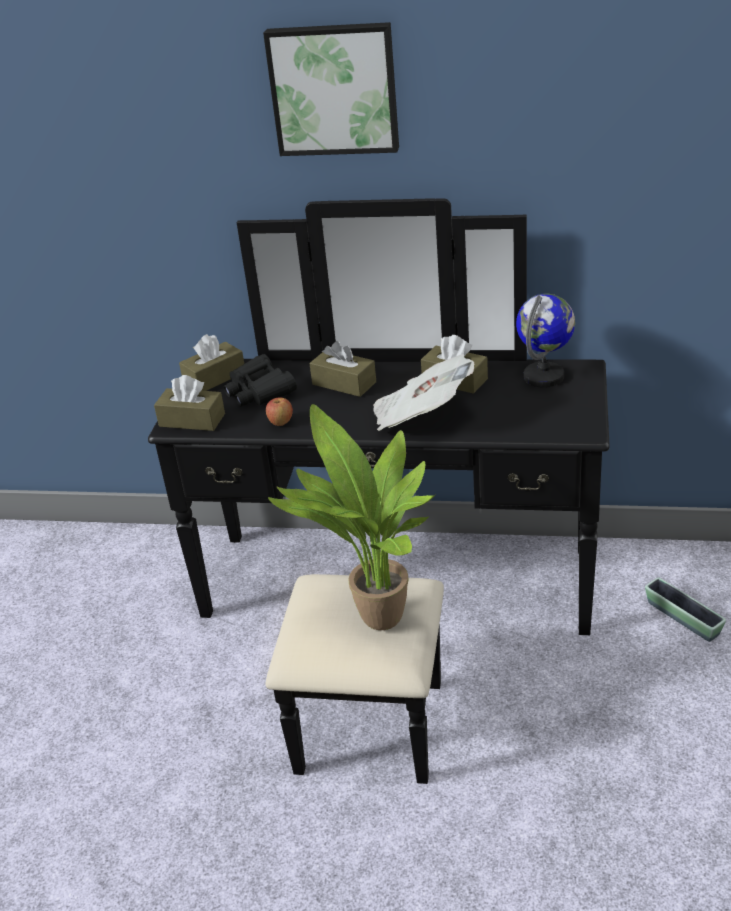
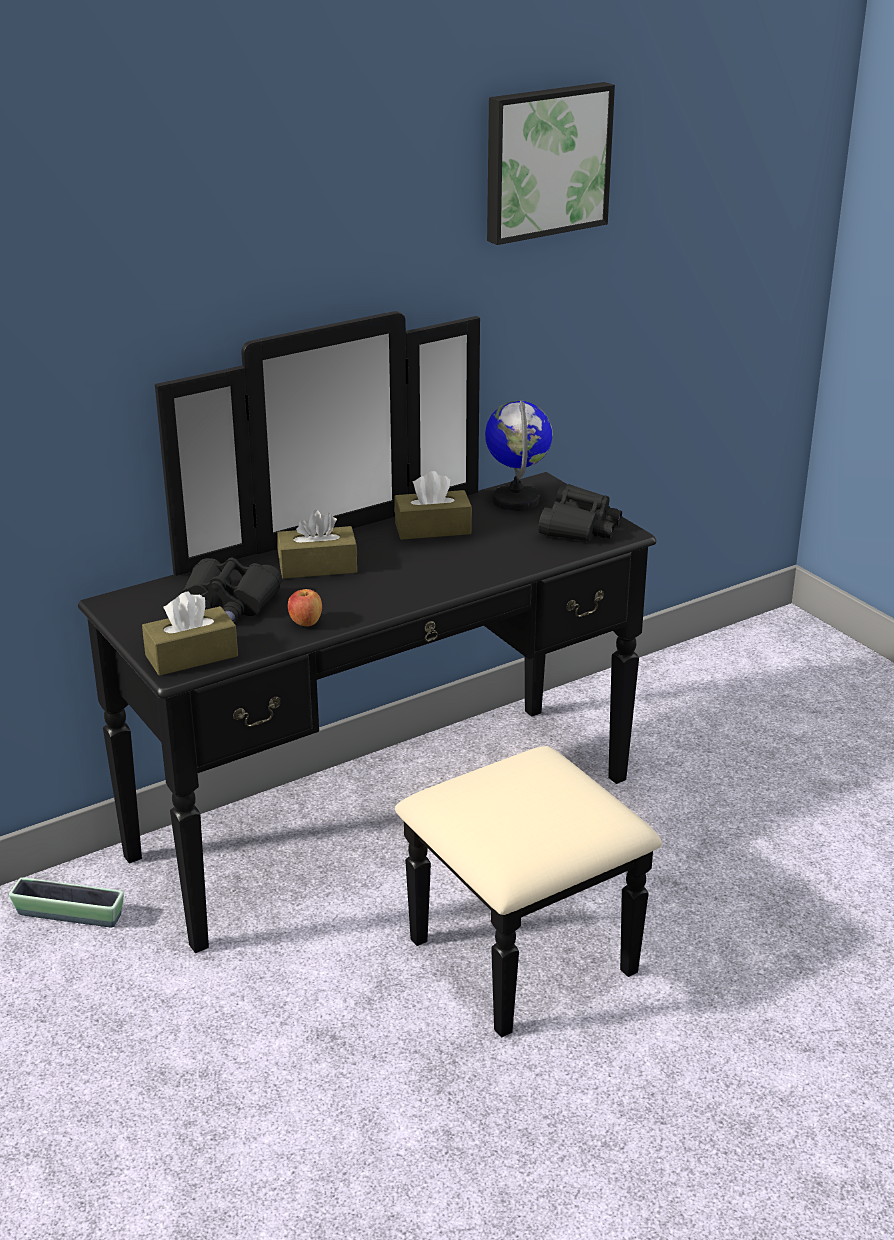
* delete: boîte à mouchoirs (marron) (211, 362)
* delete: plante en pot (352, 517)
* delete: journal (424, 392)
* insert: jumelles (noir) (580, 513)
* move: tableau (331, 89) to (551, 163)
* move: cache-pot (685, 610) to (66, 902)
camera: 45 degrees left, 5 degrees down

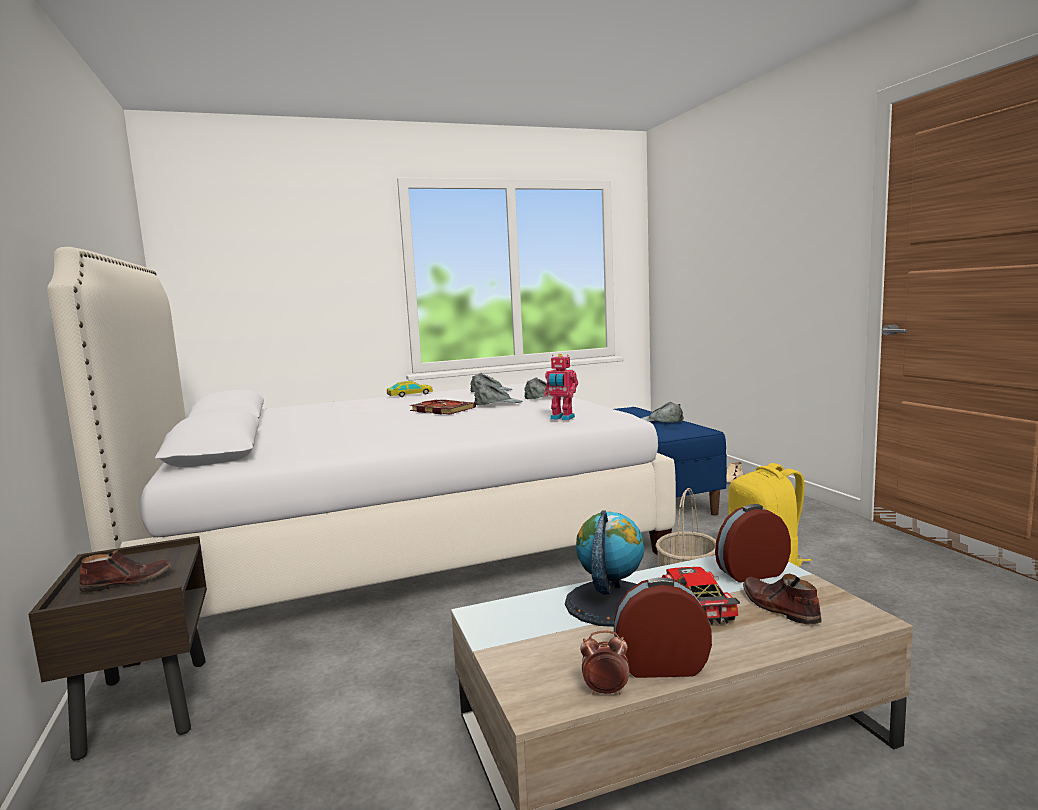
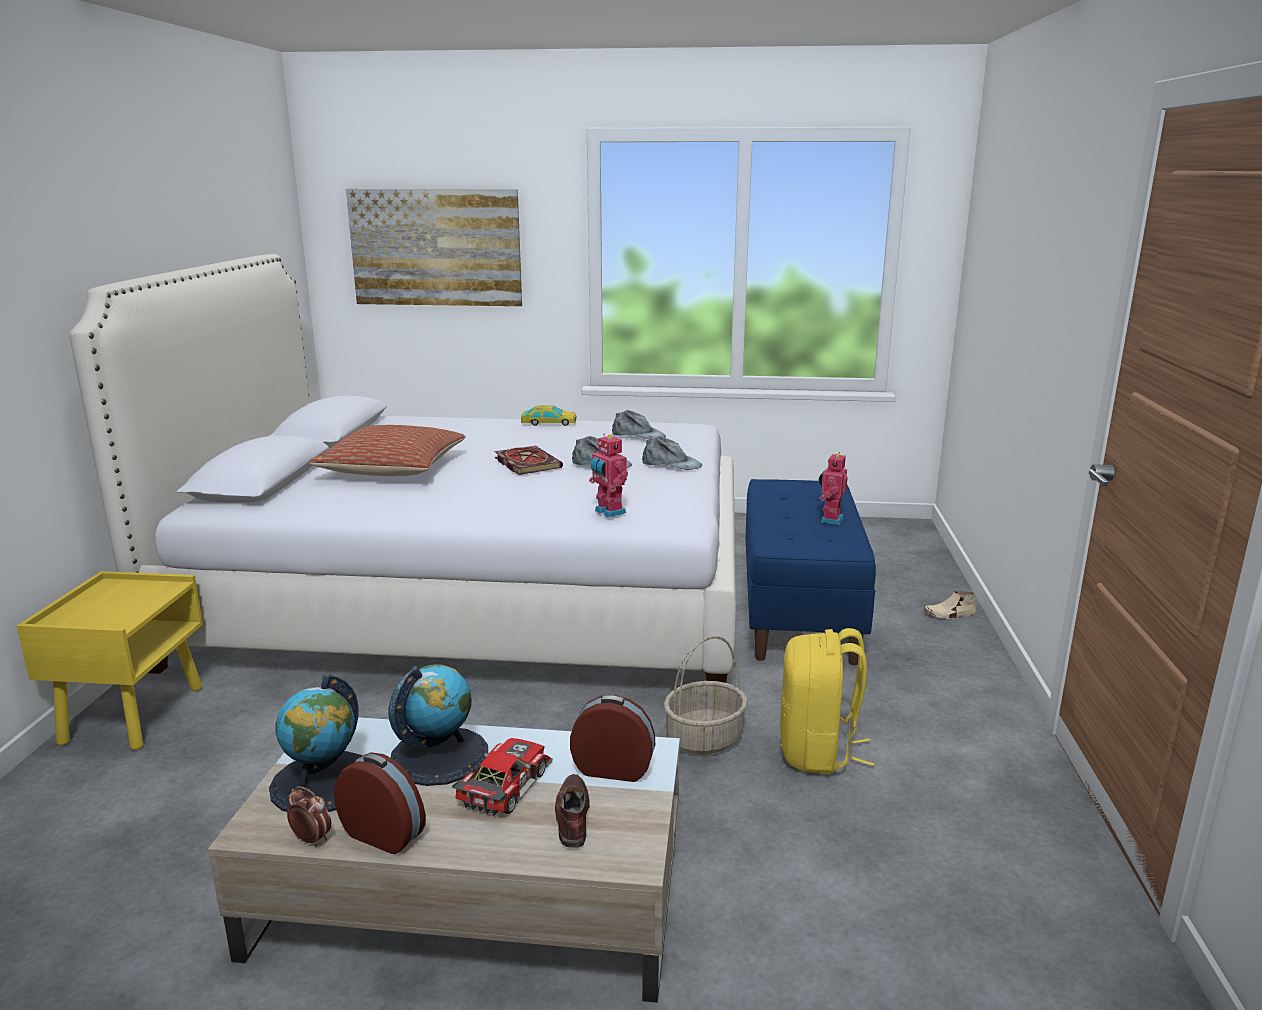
* delete: chaussure (marron) (126, 571)
* insert: globe (315, 743)
* insert: coussin (387, 450)
* insert: tableau (434, 247)
* replace: casquette (gris) (662, 412) to robot jouet (833, 488)
* recolor: table de chevet (marron) (117, 648) to table de chevet (jaune) (109, 660)
camera: 25 degrees right, 10 degrees up

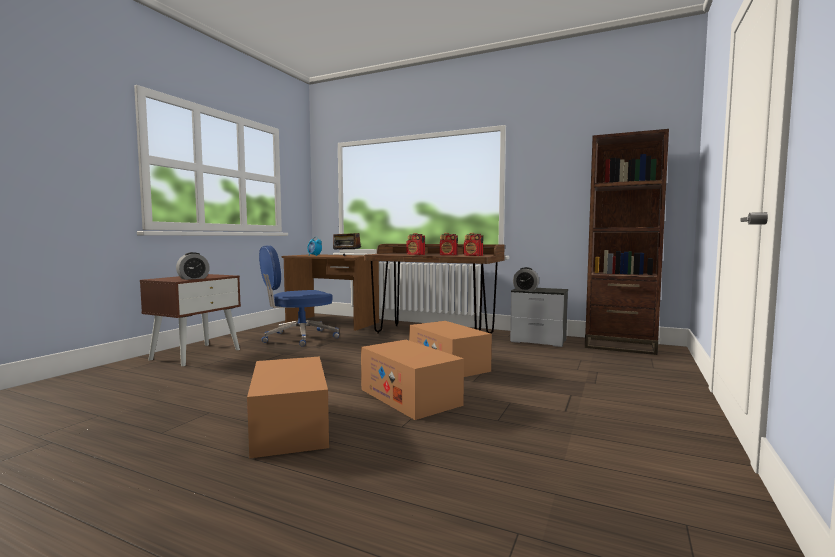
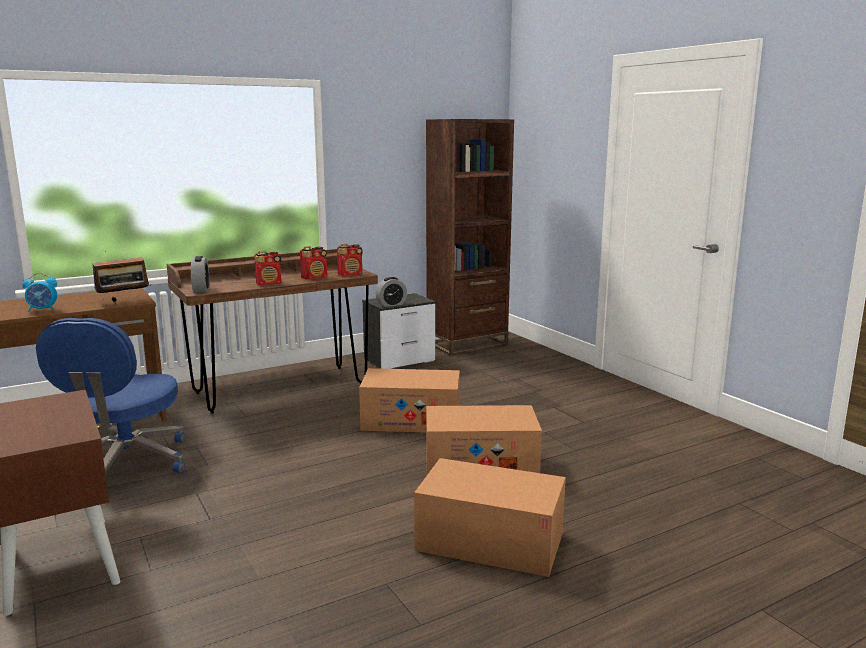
* move: réveil (193, 266) to (200, 274)
camera: 55 degrees left, 10 degrees up

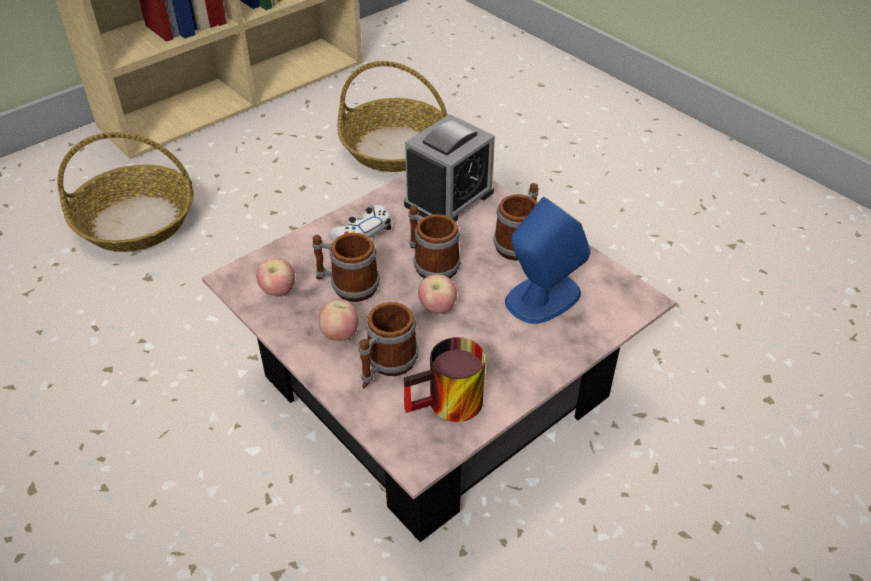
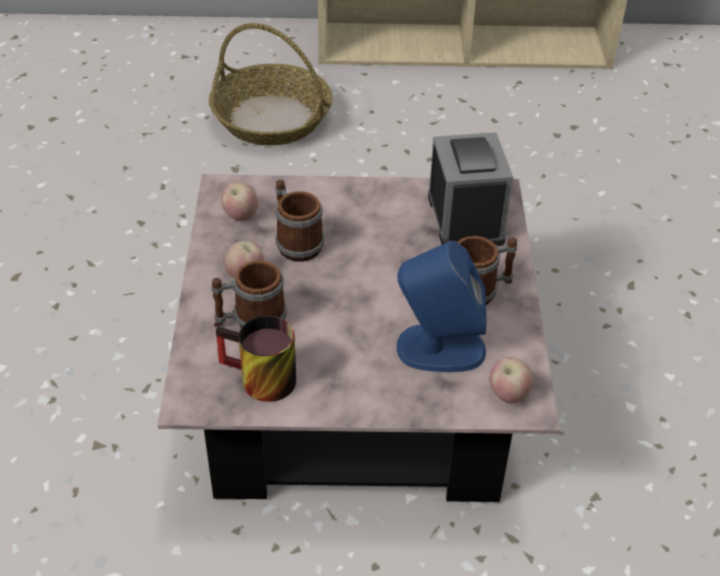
* delete: manette (blanc) (359, 223)
* delete: panier (392, 116)
* delete: mug (435, 242)
* move: pomme (437, 294) to (511, 380)
* rotate: réveil (449, 168) = (470, 189) 90 degrees counterclockwise
camera: 40 degrees right, 0 degrees up

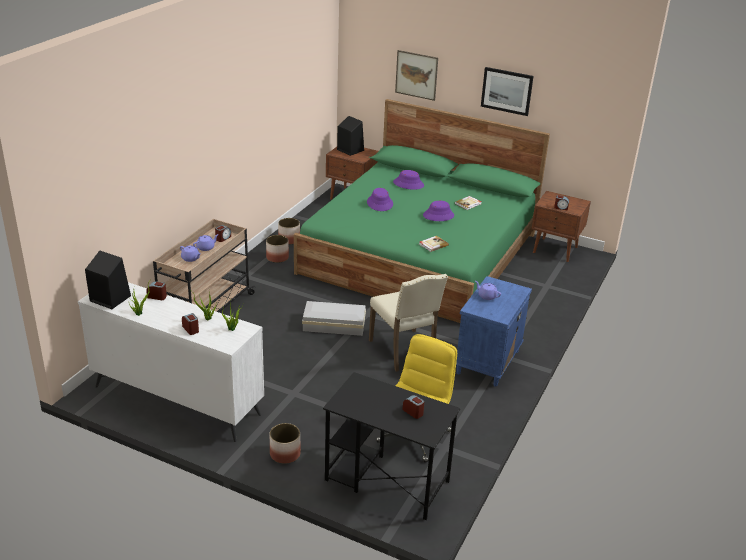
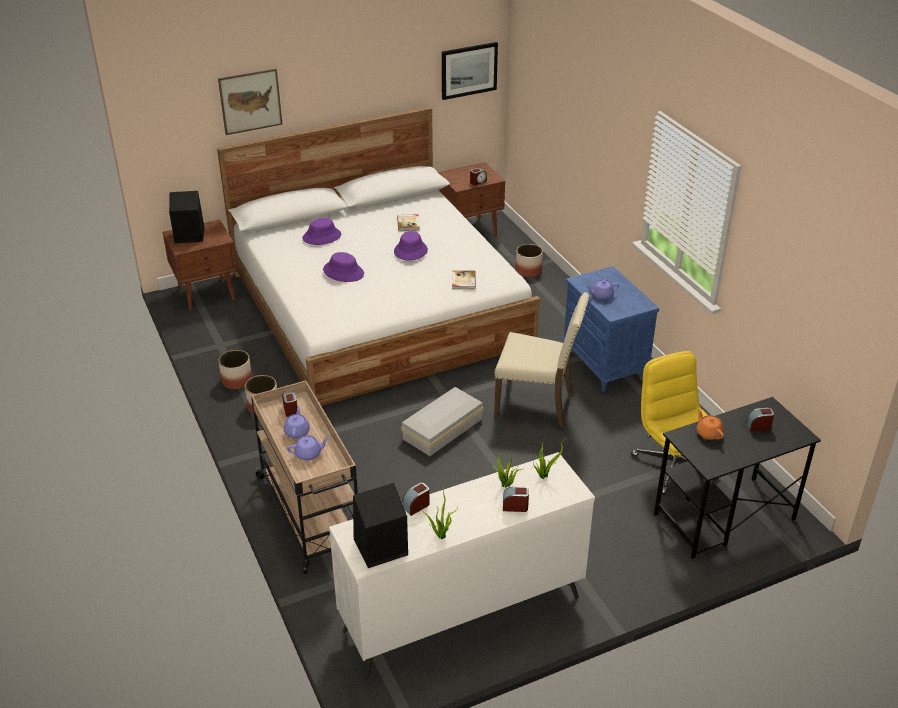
* insert: théière (orange) (710, 424)
* move: cache-pot (285, 443) to (529, 260)
* move: tableau (507, 91) to (470, 71)
* recolor: lit (vert) (422, 211) to lit (blanc) (378, 256)
camera: 50 degrees left, 5 degrees up

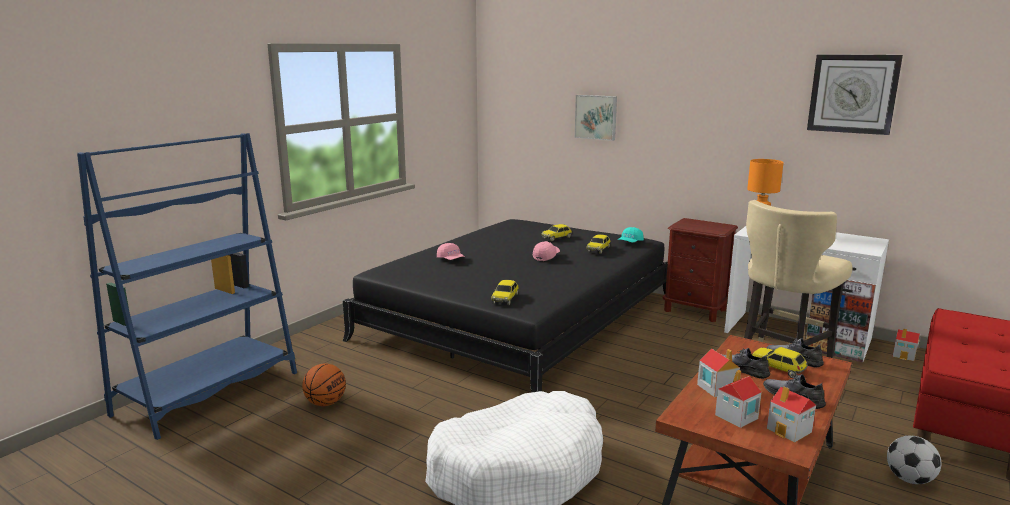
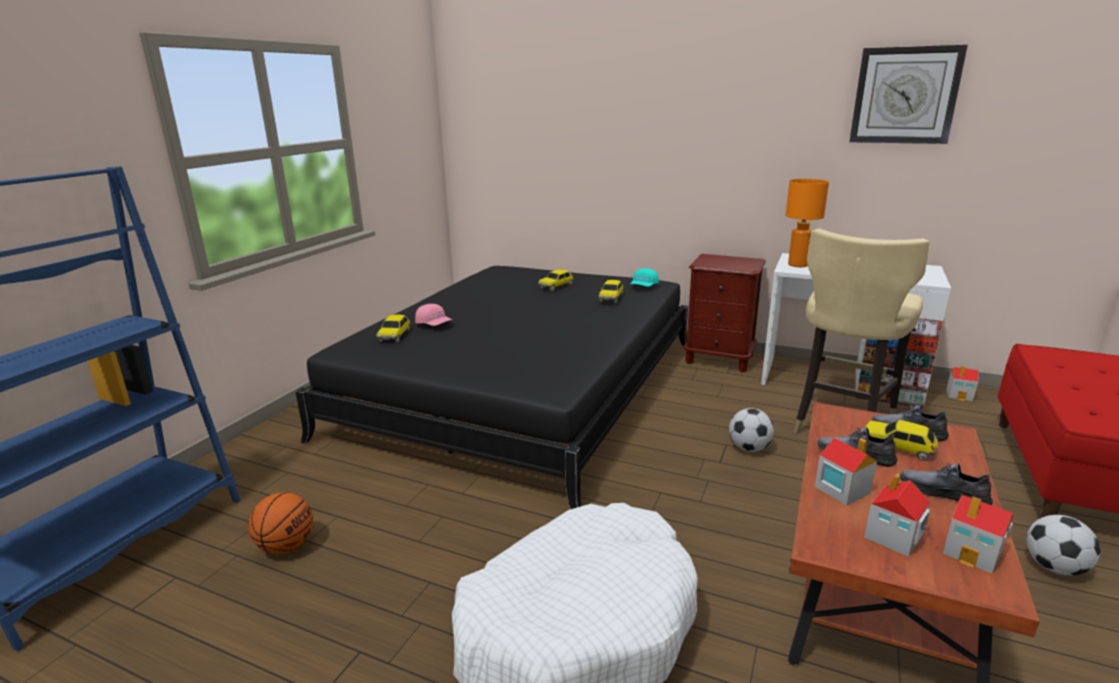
* delete: casquette (rose) (546, 251)
* delete: tableau (596, 118)
* insert: ballon de foot (751, 430)
* move: petite voiture (505, 292) to (393, 328)
camera: 10 degrees left, 5 degrees up

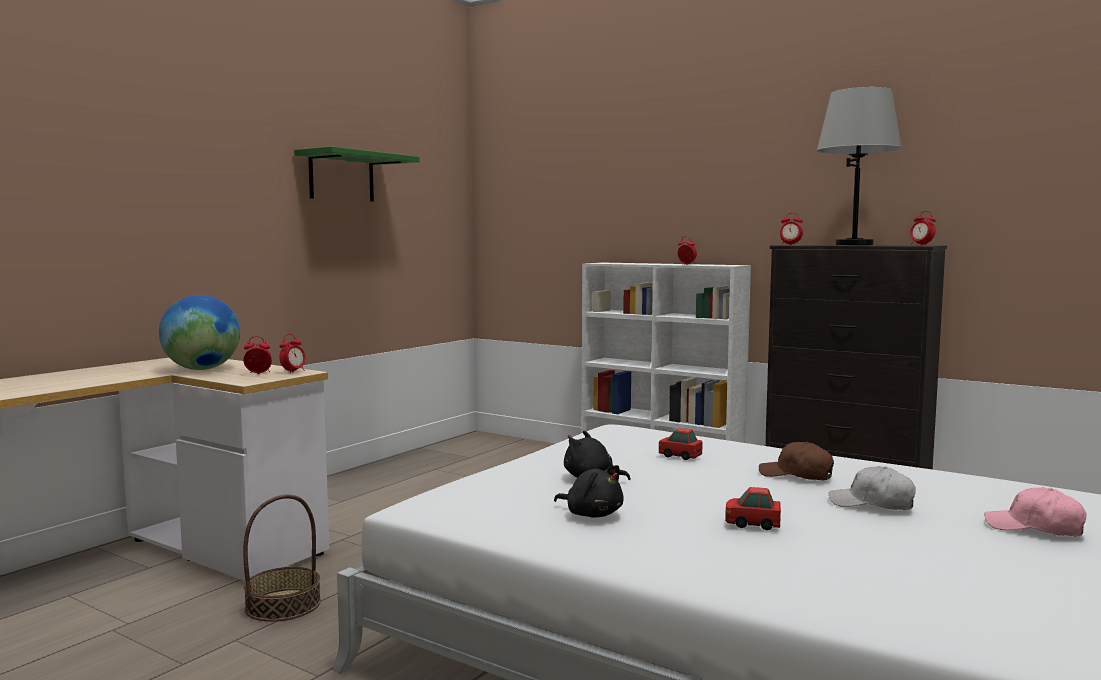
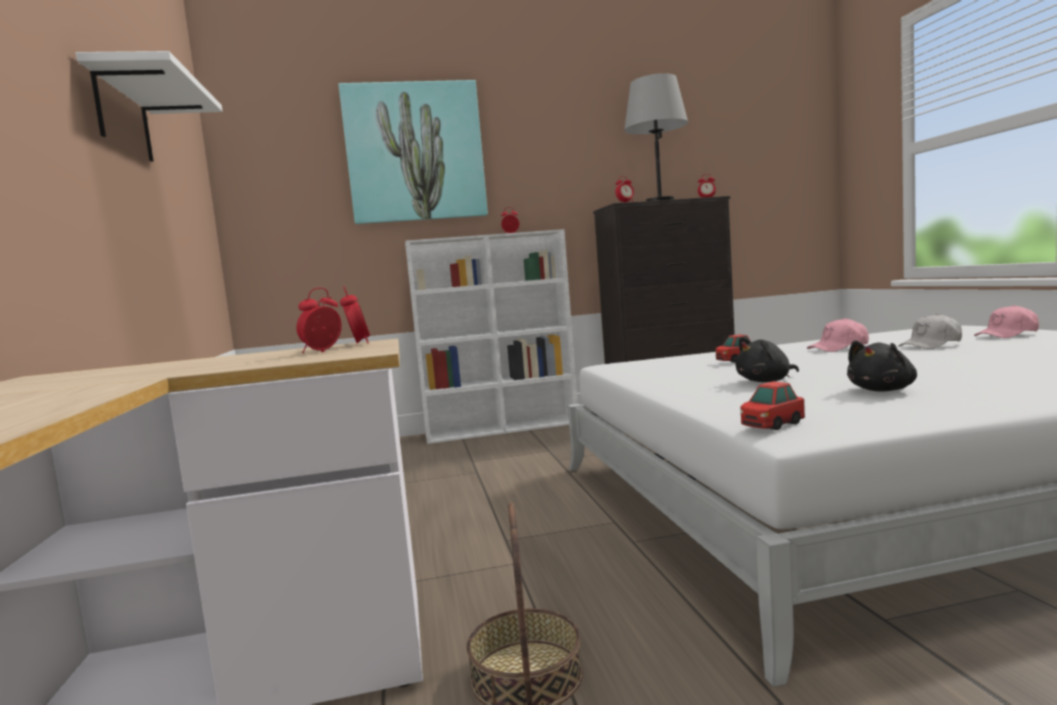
* delete: globe (199, 332)
* insert: tableau (413, 152)
* move: petite voiture (753, 508) to (772, 405)
* recolor: étagère (vert) (357, 174) to étagère (blanc) (149, 106)
* recolor: casquette (marron) (796, 461) to casquette (rose) (838, 335)
* rotate: peluche (noir) (589, 491) = (882, 366) 150 degrees clockwise
camera: 45 degrees left, 0 degrees up

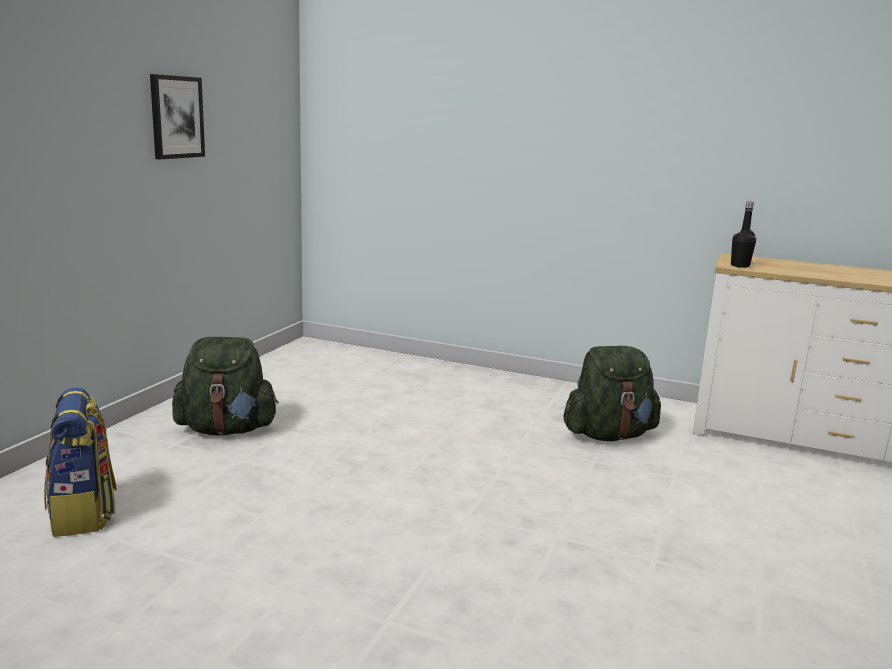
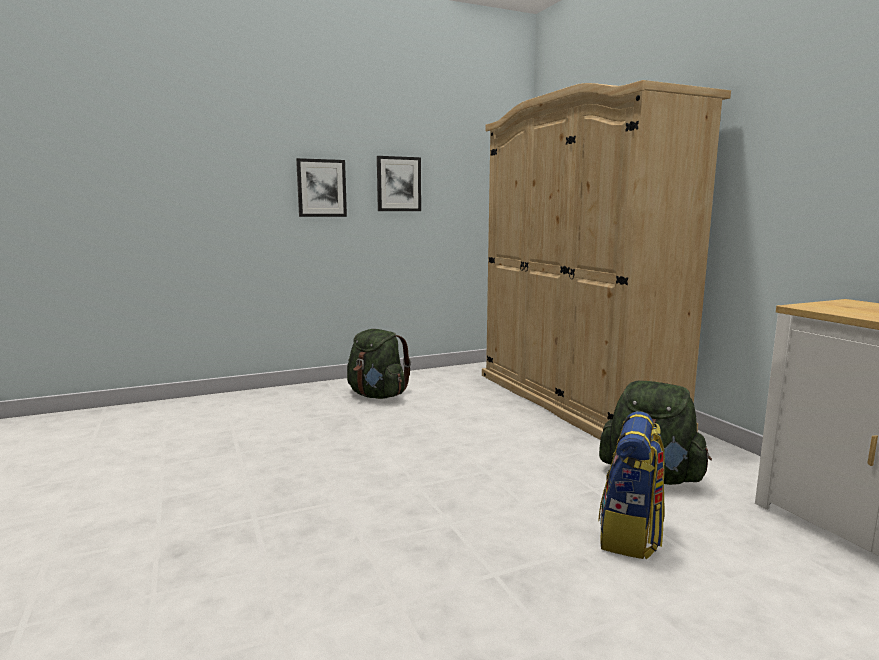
* delete: bouteille (noir) (743, 235)
* insert: tableau (321, 187)
* insert: armoire (beige) (606, 260)
* move: sac à dos (80, 462) to (631, 485)
camera: 45 degrees right, 5 degrees down

